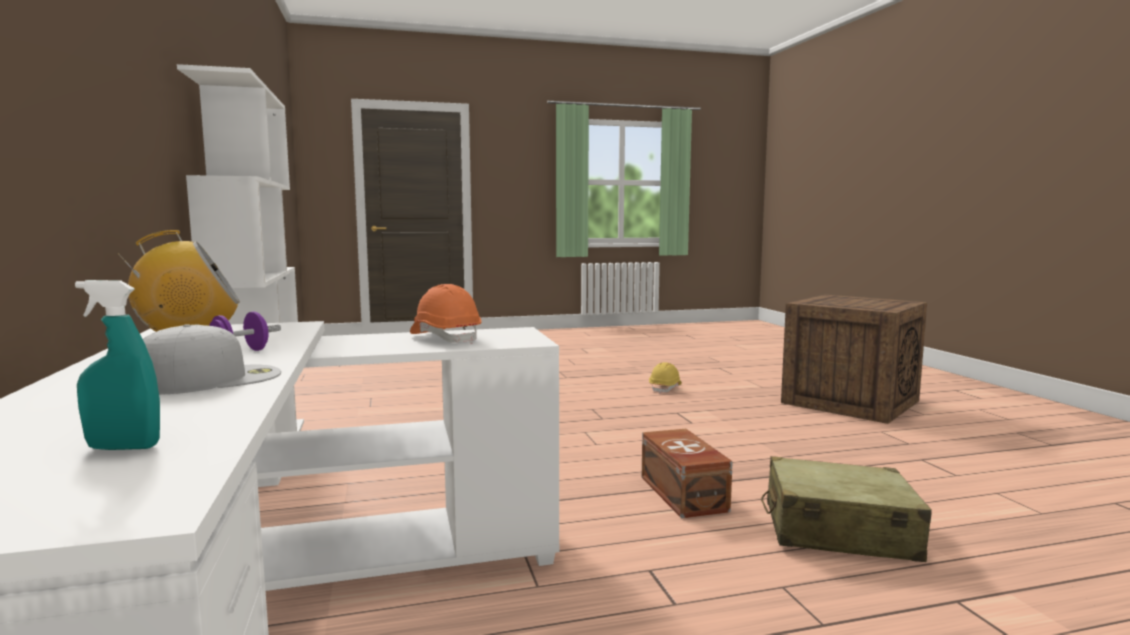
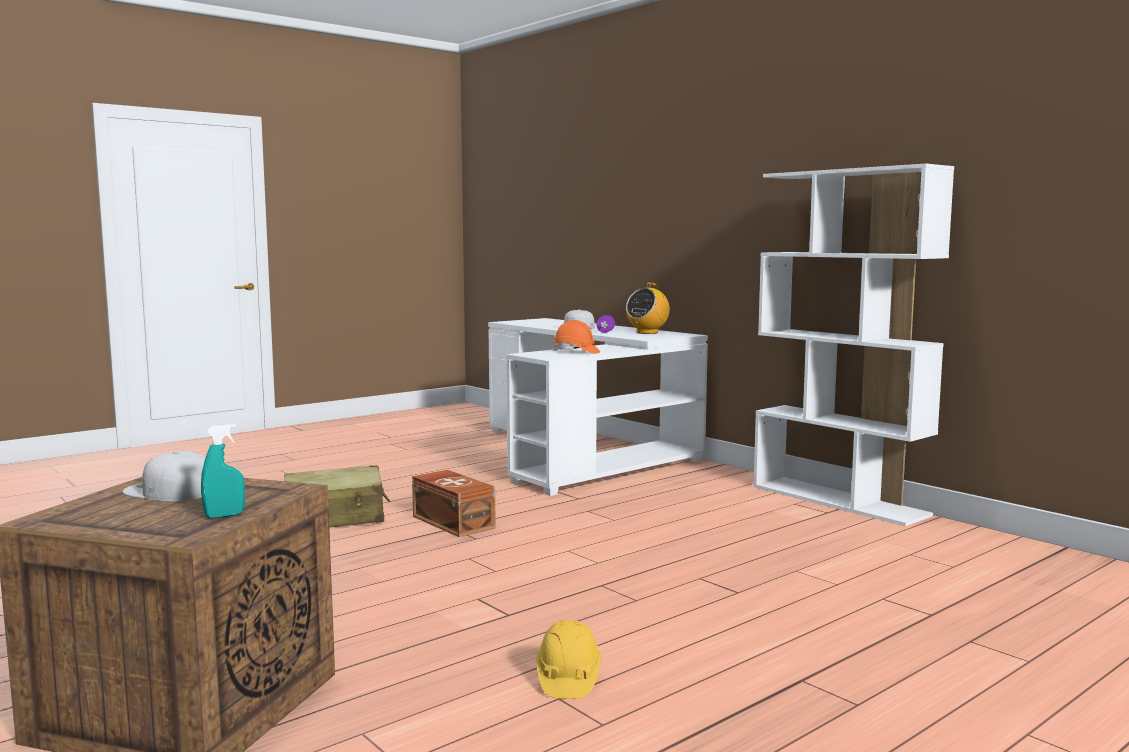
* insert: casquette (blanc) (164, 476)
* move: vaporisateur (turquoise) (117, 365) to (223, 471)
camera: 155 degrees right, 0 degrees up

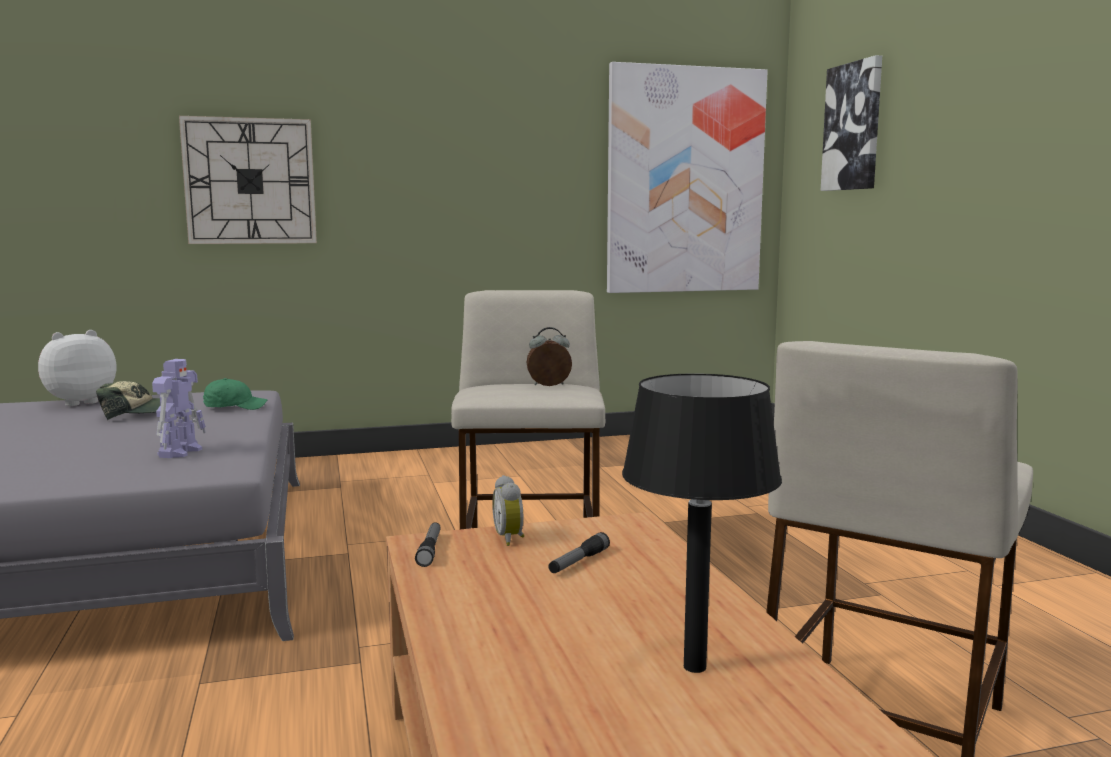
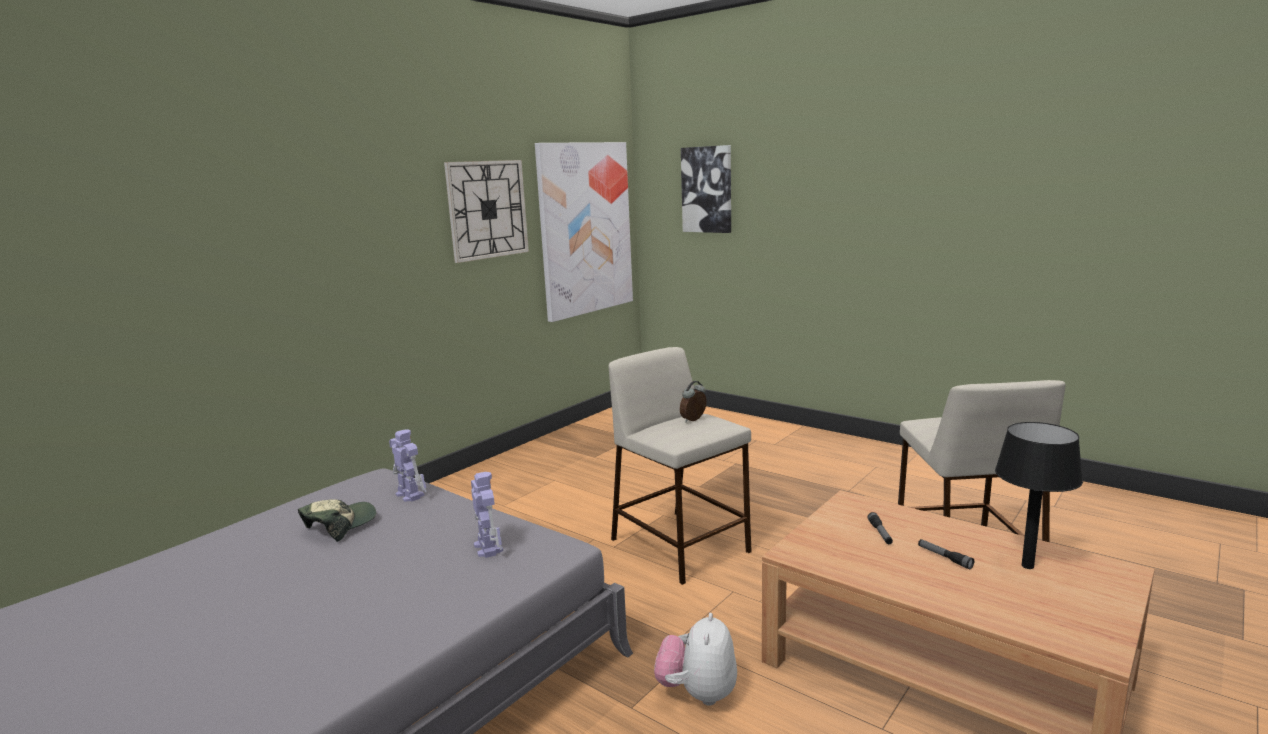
* delete: réveil (508, 510)
* move: peluche (77, 368) to (695, 659)
* move: horloge murale (248, 180) to (486, 211)
* move: lampe de poche (428, 544) to (946, 554)
* replace: casquette (vert) (235, 394) to robot jouet (408, 466)
camera: 35 degrees left, 5 degrees up

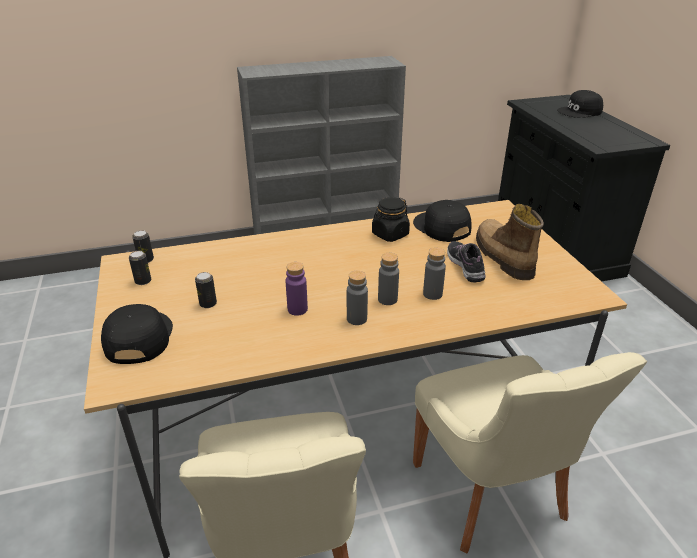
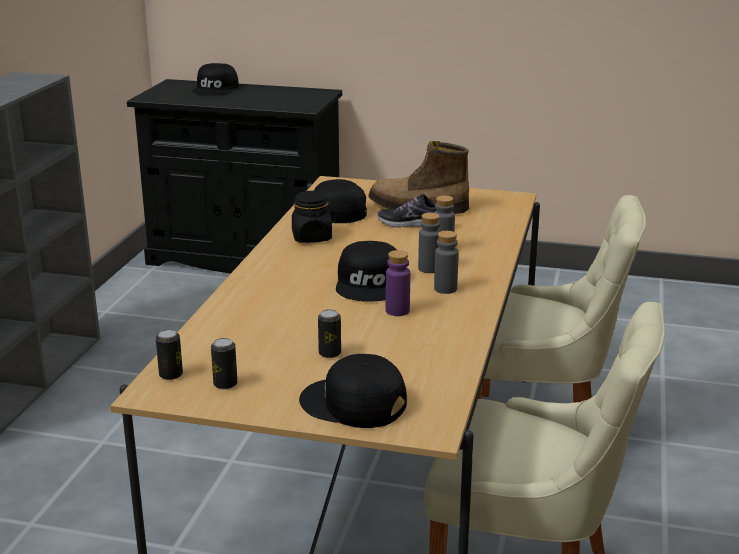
* insert: casquette (noir) (366, 271)
camera: 60 degrees left, 10 degrees down

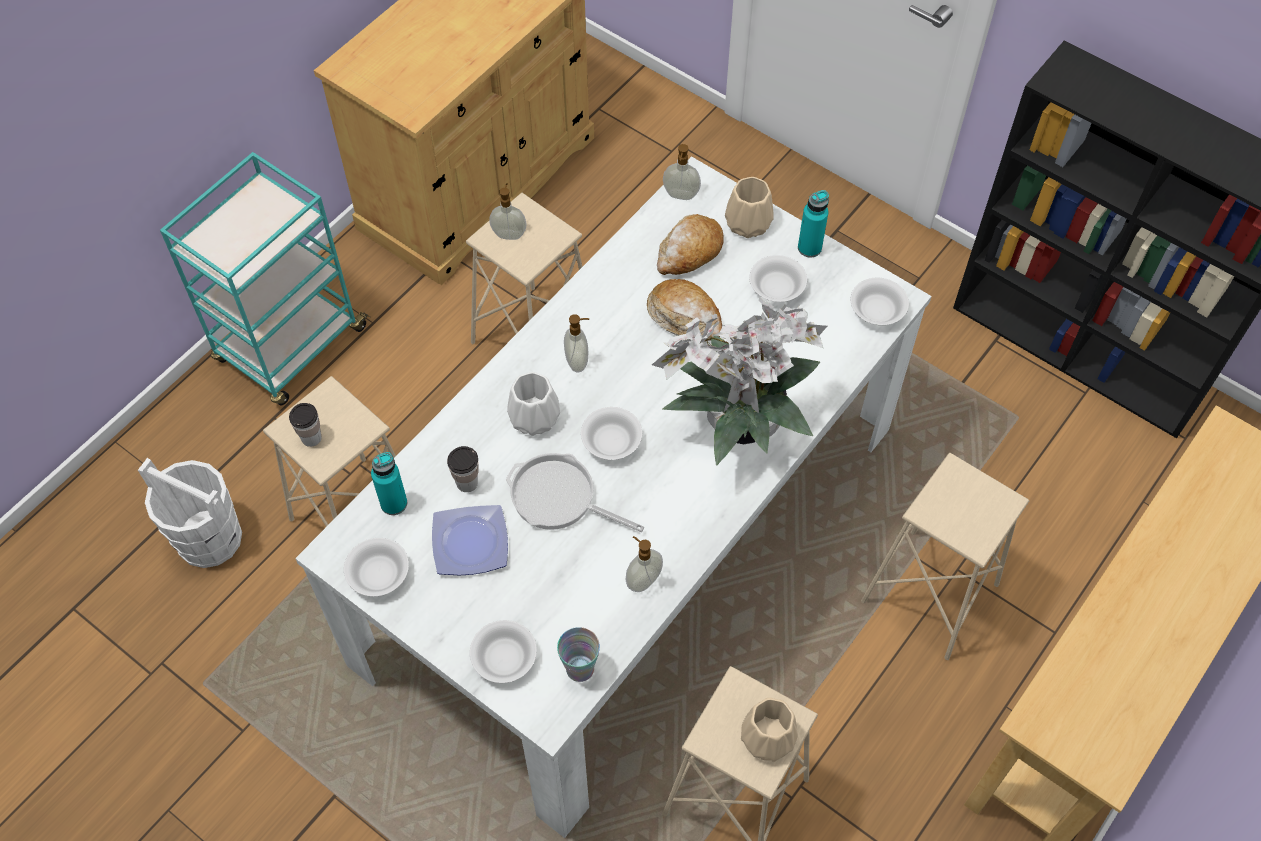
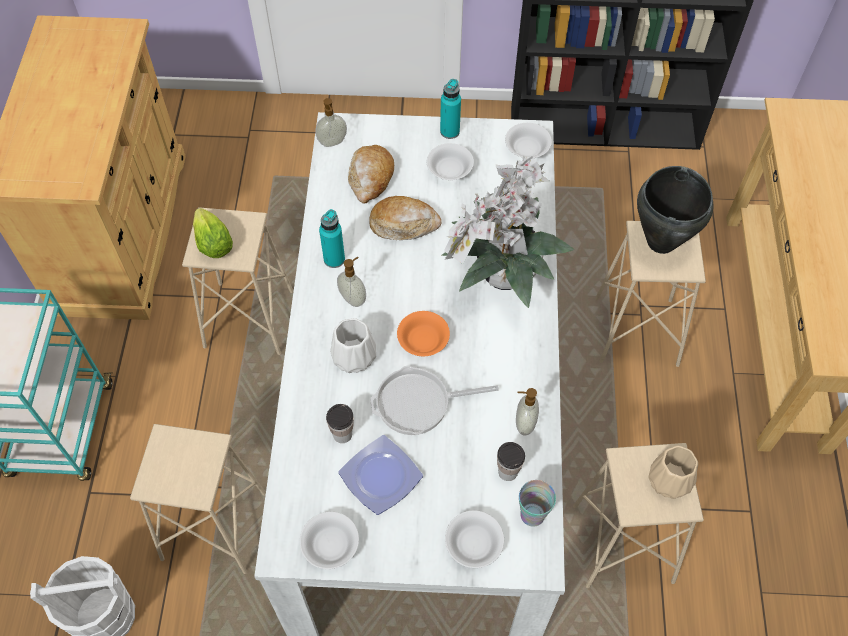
* delete: vase (beige) (749, 207)
* insert: marmite (noir) (675, 210)
* move: tasse (305, 425) to (511, 461)
* move: bouteille (turquoise) (389, 483) to (332, 238)
* replace: distributeur de savon (507, 211) to laitue (213, 233)
* recolor: bol (blanc) (611, 433) to bol (orange) (423, 333)
camera: 35 degrees left, 0 degrees up

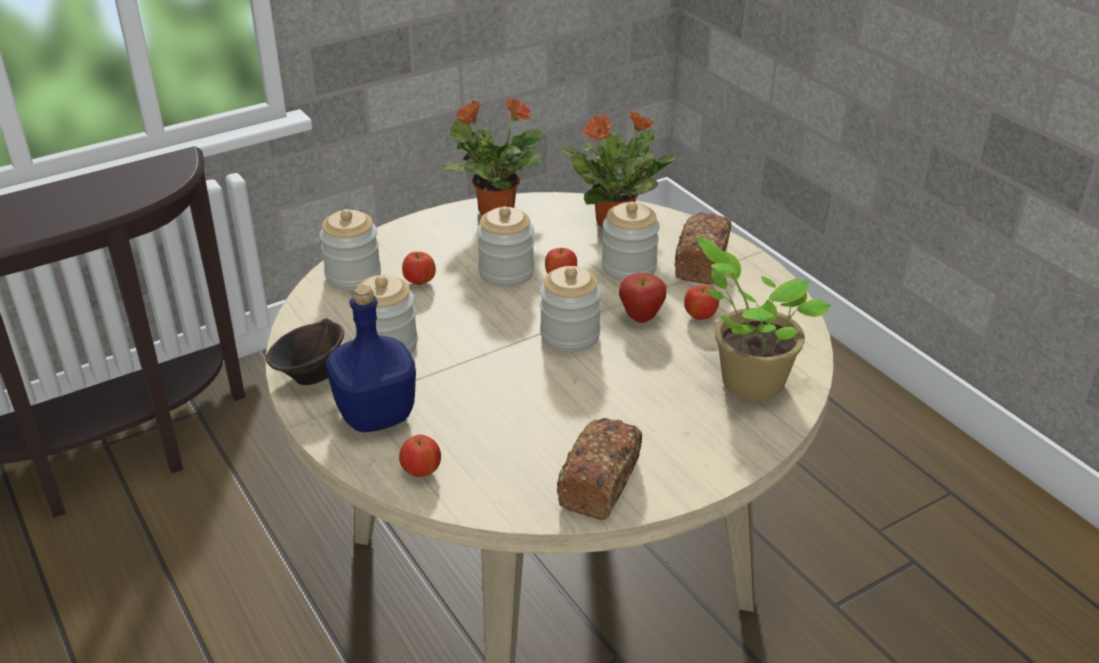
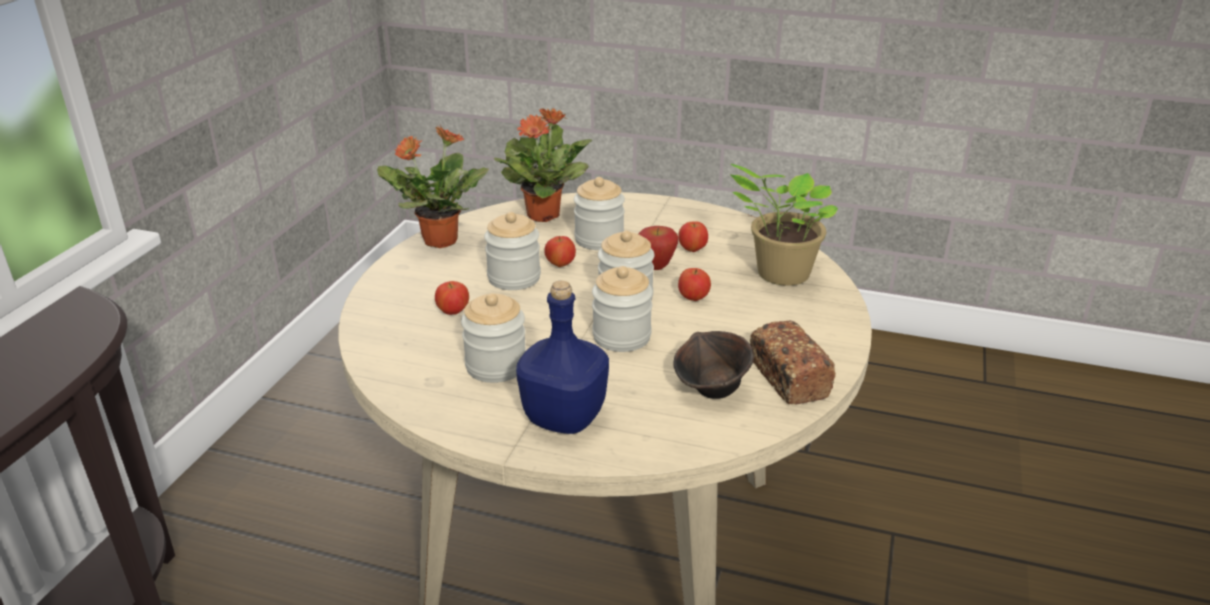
* delete: pain (702, 248)
* move: bol (marron) (305, 351) to (713, 365)
* move: bocal (350, 249) to (622, 309)
* move: pomme (420, 456) to (694, 284)
camera: 40 degrees left, 5 degrees down

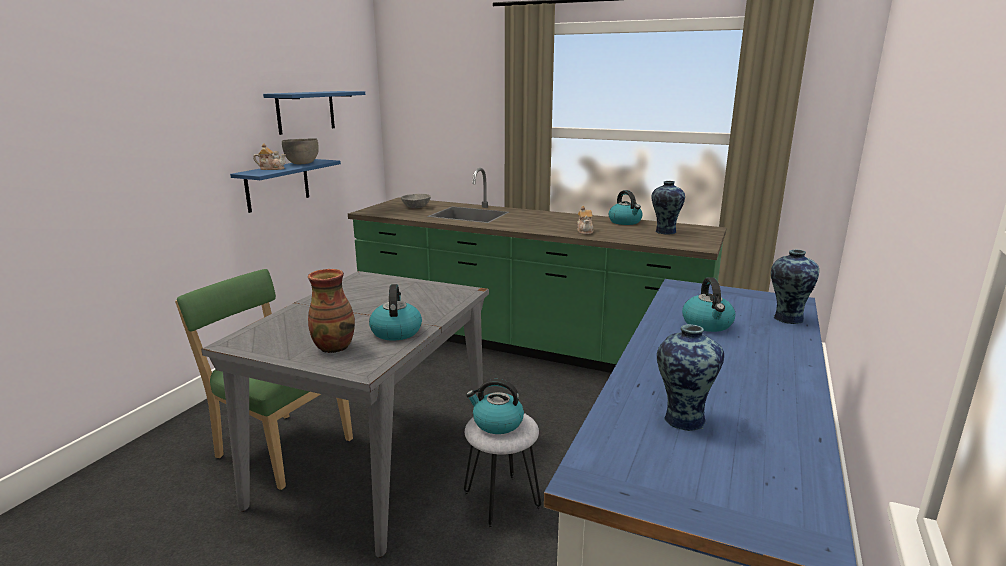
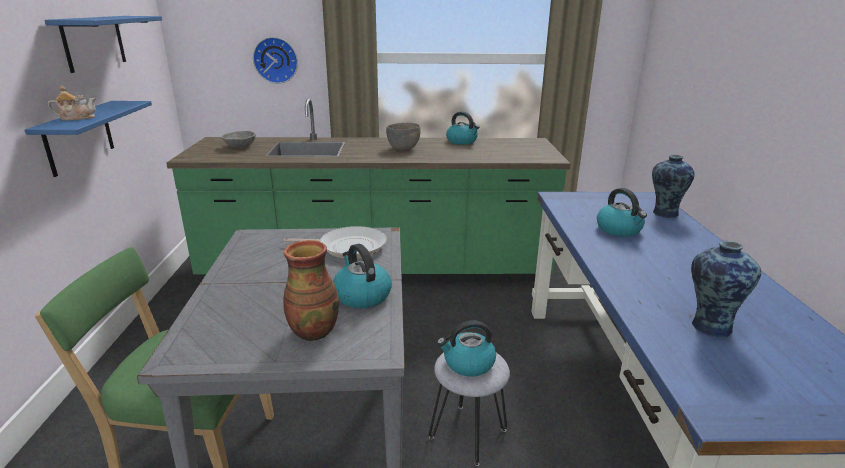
* delete: théière (585, 220)
* delete: vase (668, 208)
* insert: horloge murale (275, 60)
* insert: poêle (335, 242)
* move: bol (gris) (300, 151) to (403, 136)
camera: 25 degrees left, 5 degrees up

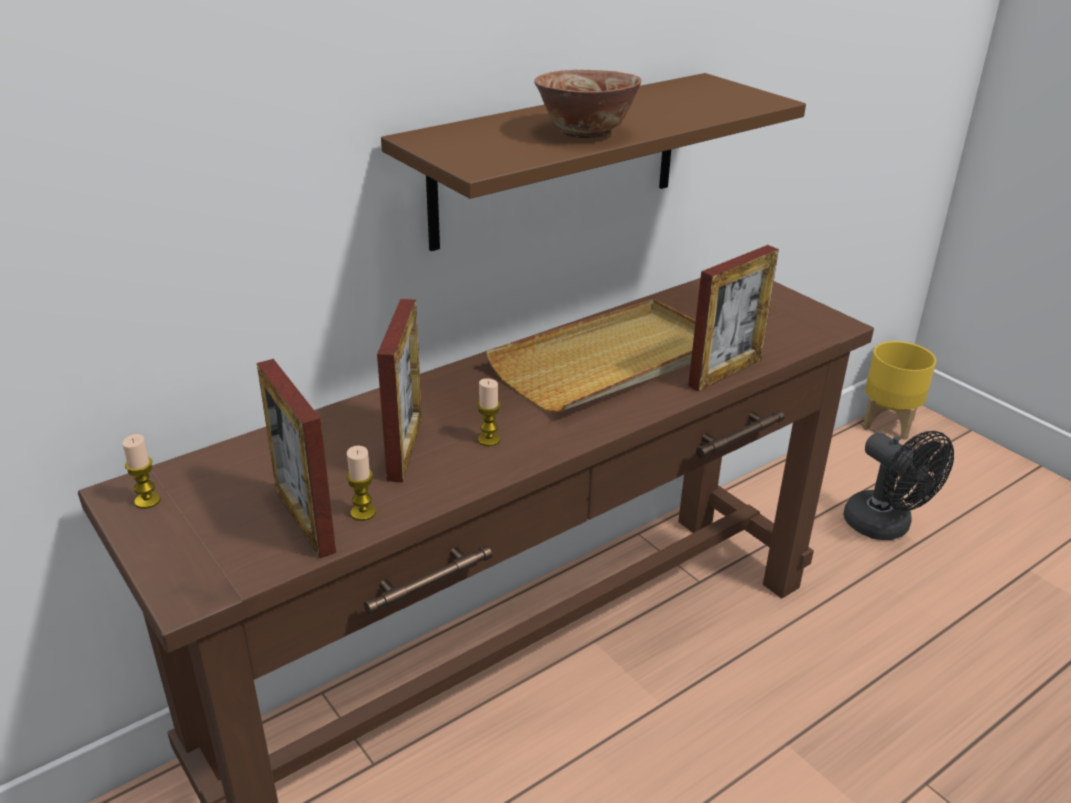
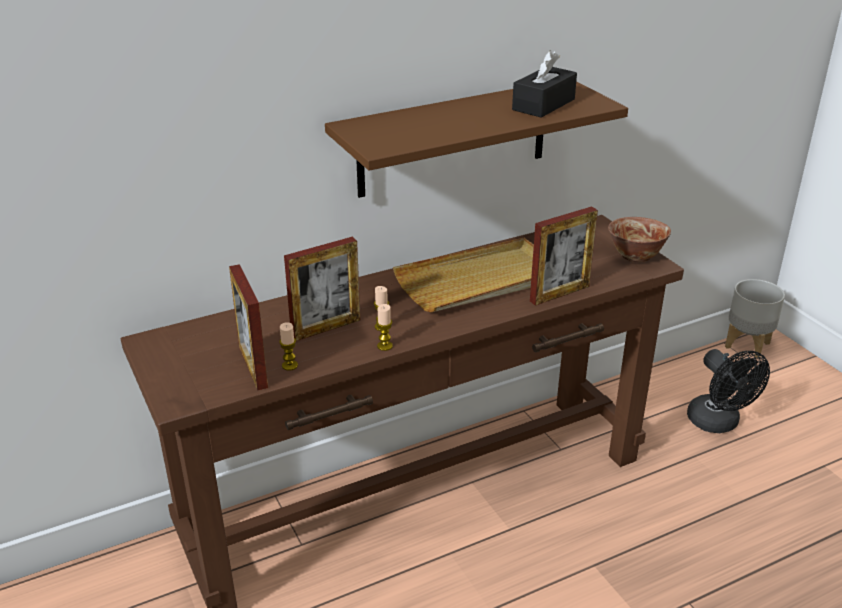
* insert: boîte à mouchoirs (noir) (544, 84)
* move: bougie (141, 471) to (384, 327)
* move: bol (587, 104) to (639, 239)
* recolor: cache-pot (jaune) (899, 390) to cache-pot (gris) (755, 319)
* rotate: cadre photo (399, 390) = (322, 289) 45 degrees clockwise
camera: 10 degrees right, 0 degrees up

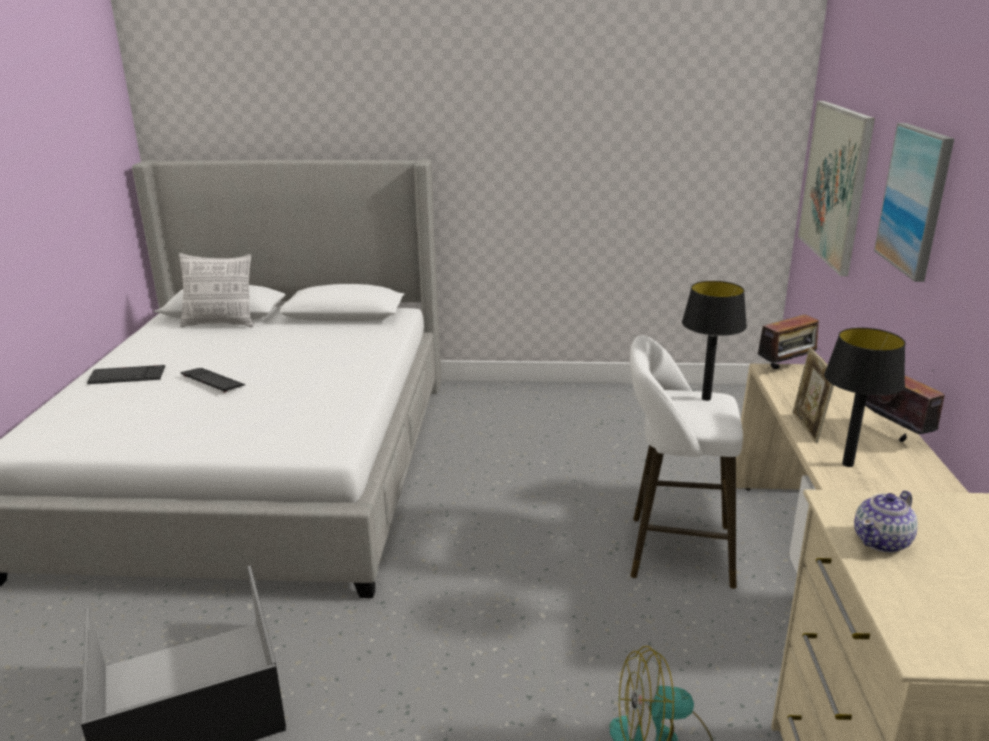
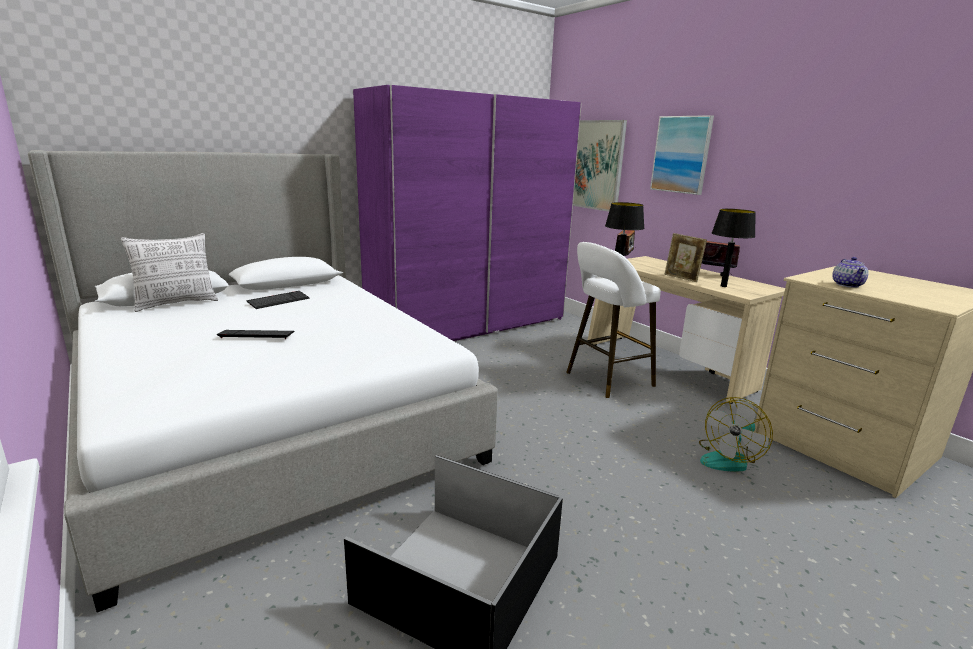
* insert: armoire (violet) (467, 213)
* move: clavier (126, 374) to (278, 300)
camera: 40 degrees left, 5 degrees down

